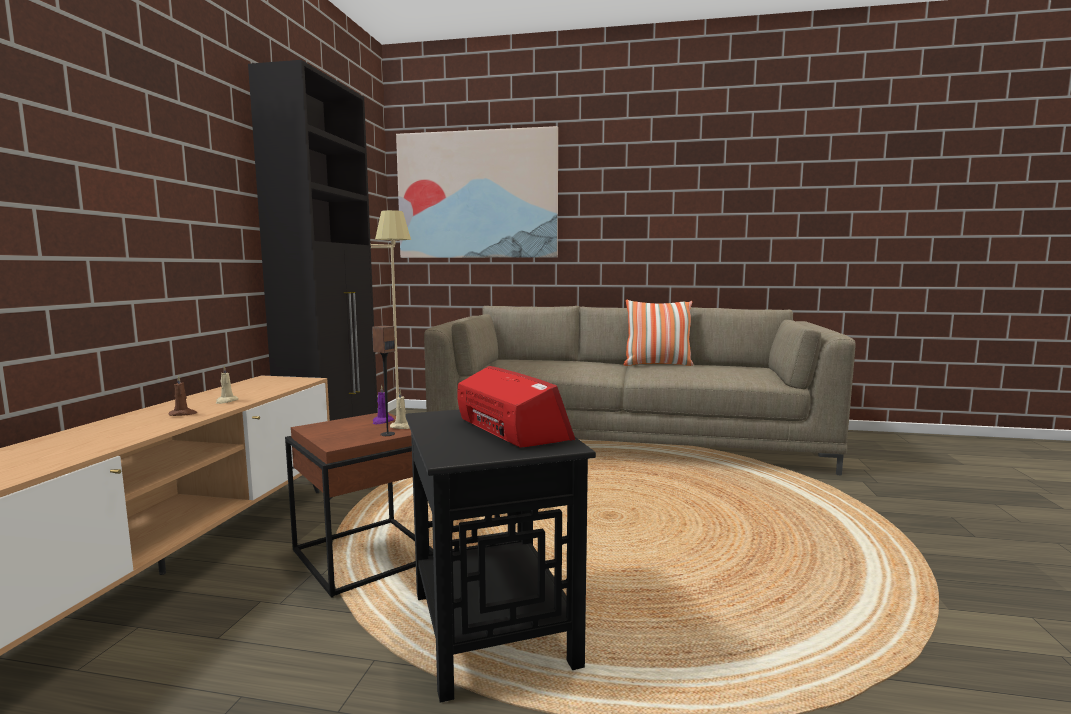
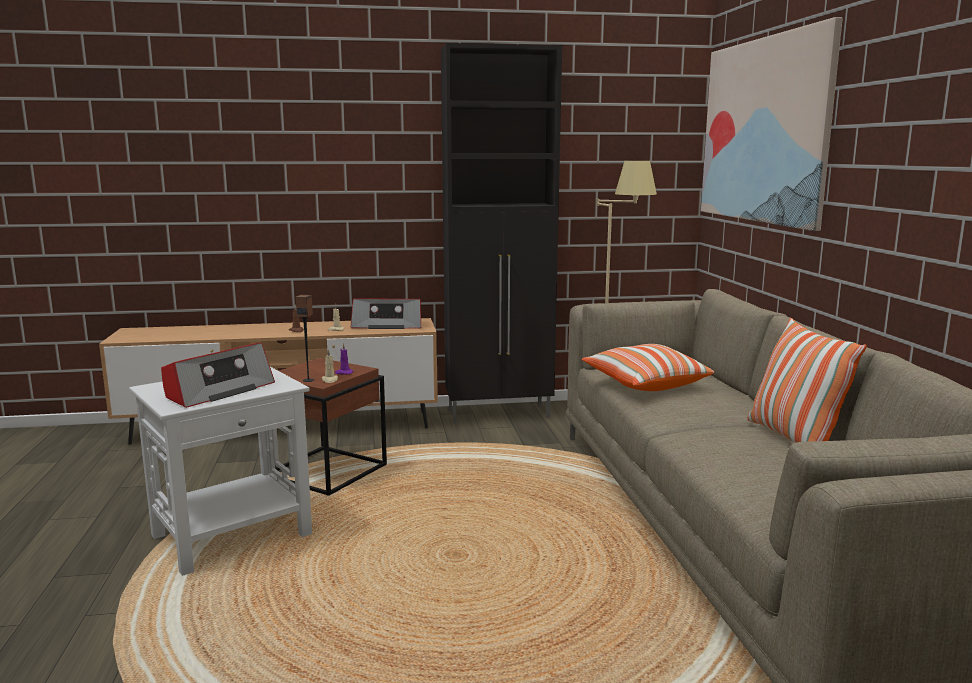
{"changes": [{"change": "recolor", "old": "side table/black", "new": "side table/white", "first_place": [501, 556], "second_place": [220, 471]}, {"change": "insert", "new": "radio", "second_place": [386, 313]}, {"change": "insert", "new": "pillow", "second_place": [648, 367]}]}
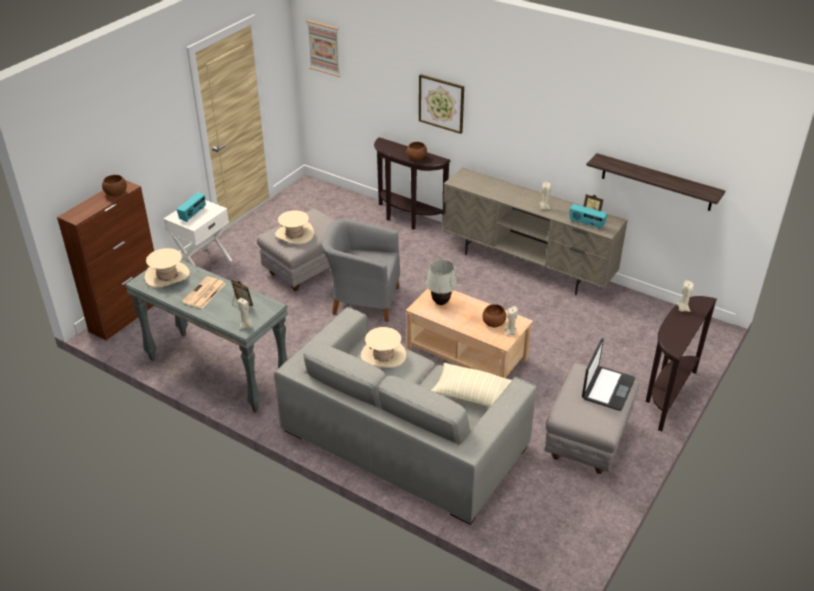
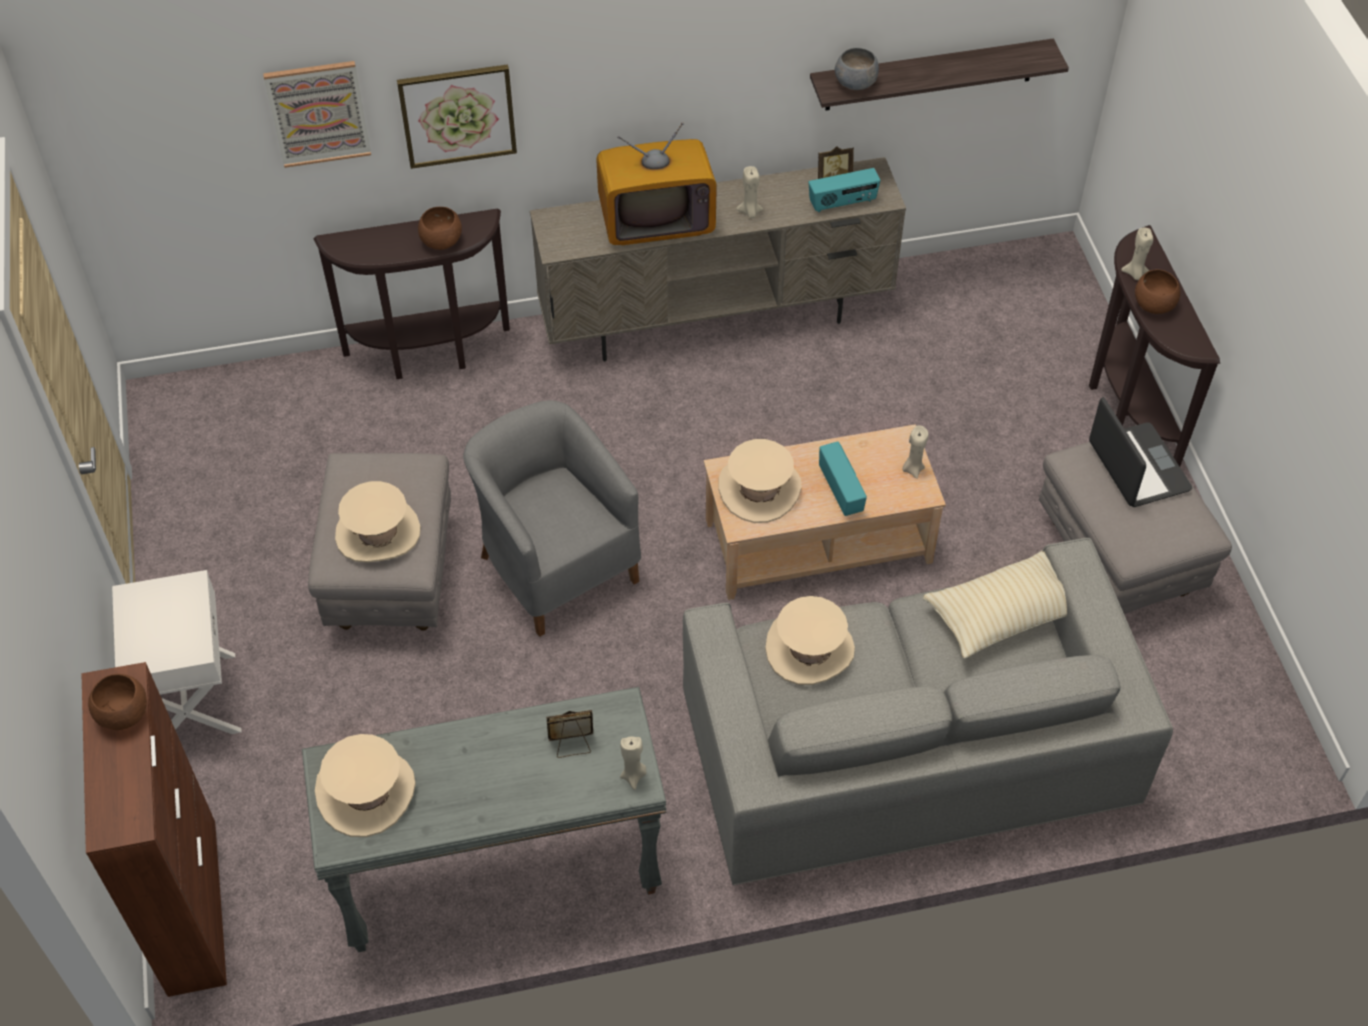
{"changes": [{"change": "move", "old": "radio", "first_place": [191, 207], "second_place": [843, 479]}, {"change": "delete", "old": "newspaper", "first_place": [204, 292]}, {"change": "move", "old": "picture", "first_place": [323, 48], "second_place": [317, 114]}, {"change": "rotate", "old": "armchair/grey", "first_place": [361, 270], "second_place": [552, 518], "degrees": 90}, {"change": "replace", "old": "table lamp/white", "new": "hat/beige", "first_place": [441, 282], "second_place": [760, 481]}, {"change": "move", "old": "bowl/brown", "first_place": [494, 315], "second_place": [1157, 291]}, {"change": "insert", "new": "television", "second_place": [656, 183]}, {"change": "insert", "new": "bowl/grey", "second_place": [857, 69]}]}
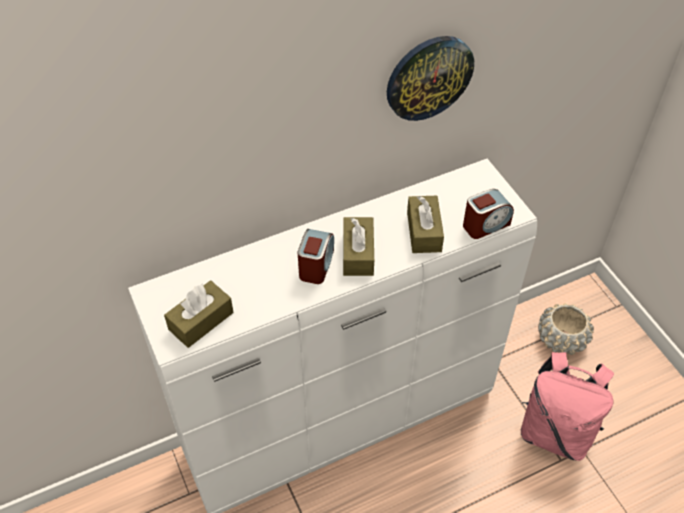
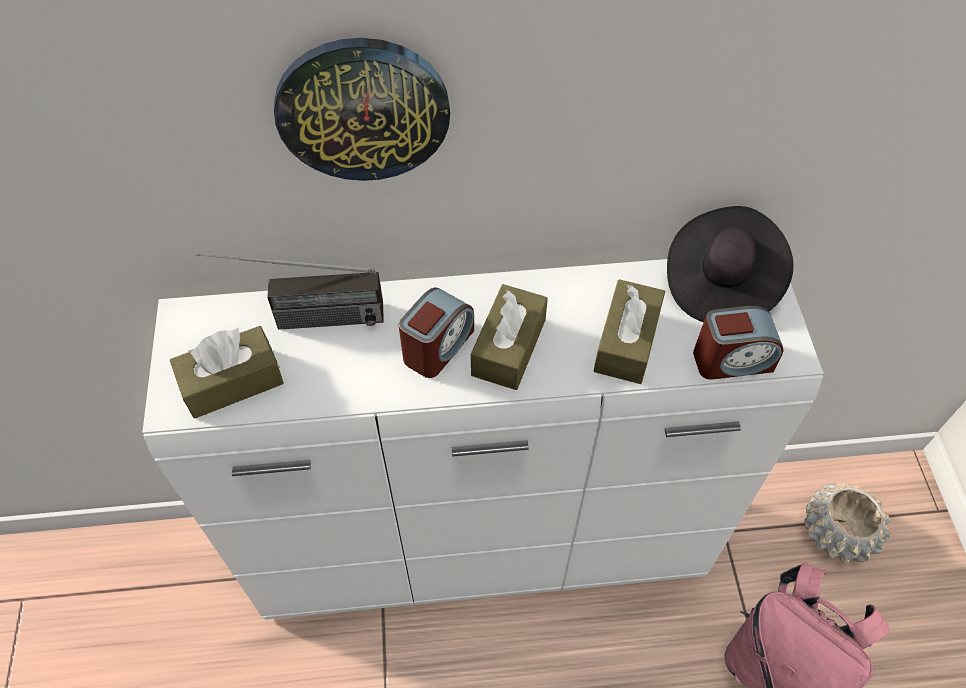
{"changes": [{"change": "move", "old": "wall clock", "first_place": [430, 78], "second_place": [362, 109]}, {"change": "insert", "new": "radio", "second_place": [290, 291]}, {"change": "insert", "new": "hat/black", "second_place": [730, 264]}]}
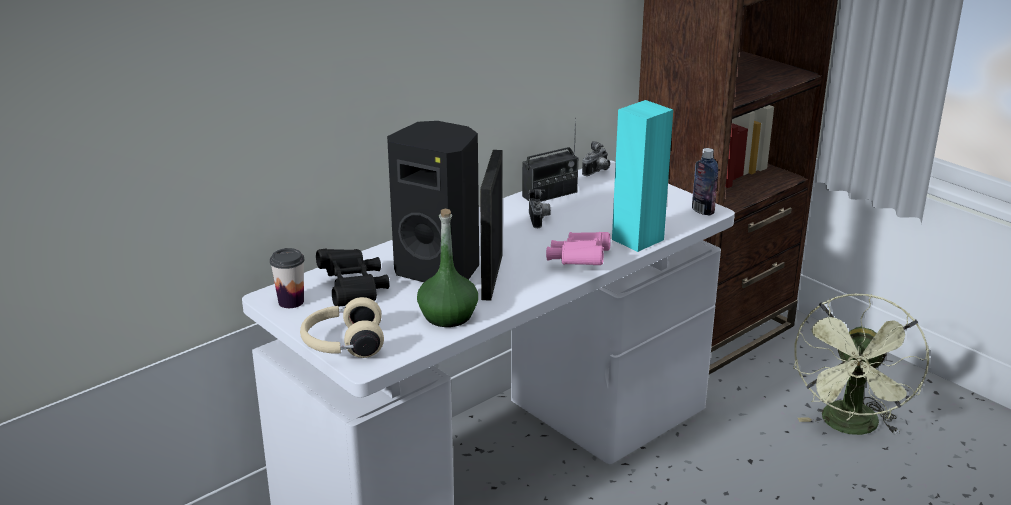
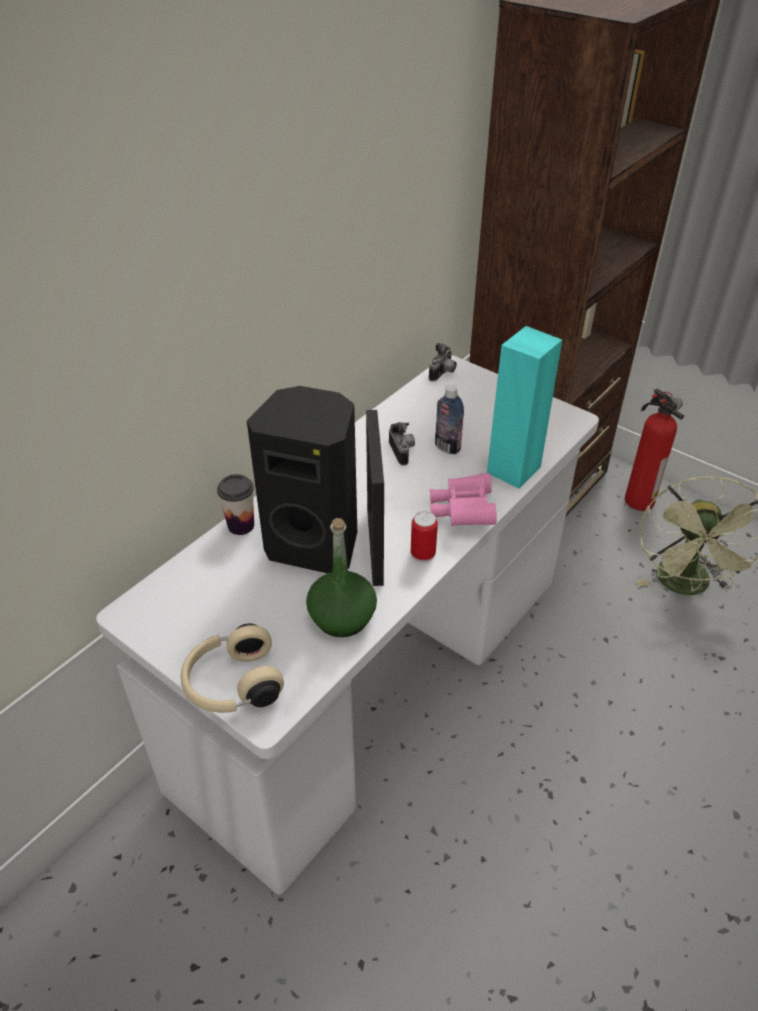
{"changes": [{"change": "move", "old": "cup", "first_place": [287, 278], "second_place": [235, 504]}, {"change": "delete", "old": "binoculars/black", "first_place": [353, 277]}, {"change": "delete", "old": "radio", "first_place": [550, 159]}, {"change": "move", "old": "bottle", "first_place": [705, 181], "second_place": [449, 419]}, {"change": "insert", "new": "can", "second_place": [424, 537]}, {"change": "insert", "new": "fire extinguisher", "second_place": [654, 449]}]}
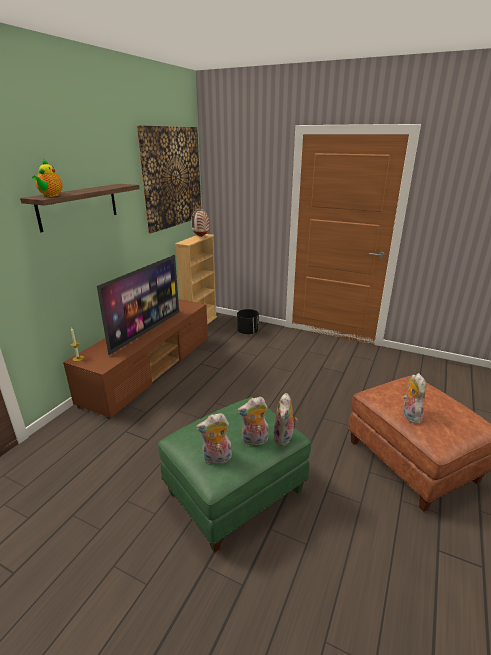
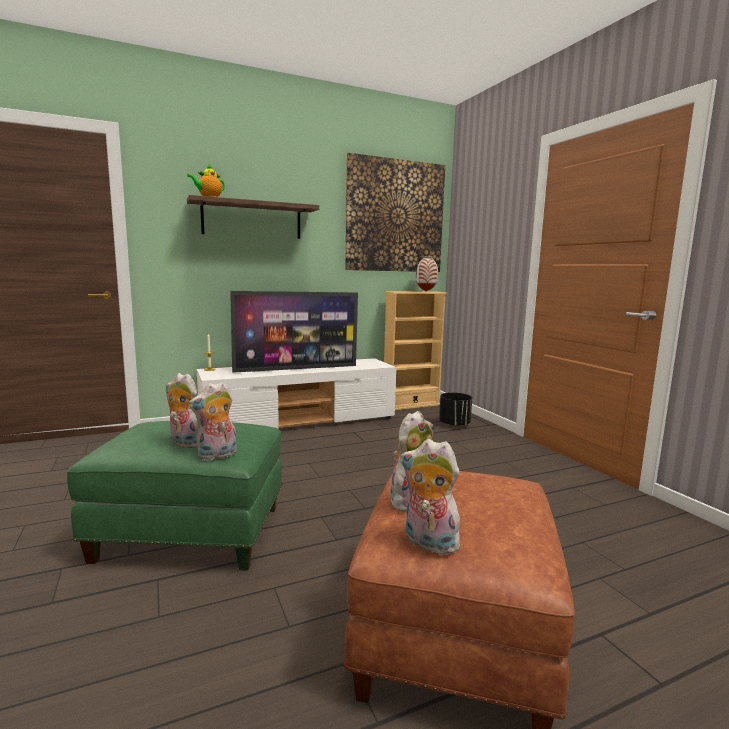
{"changes": [{"change": "recolor", "old": "tv stand/brown", "new": "tv stand/white", "first_place": [135, 359], "second_place": [296, 393]}, {"change": "move", "old": "plush toy", "first_place": [214, 438], "second_place": [430, 497]}]}
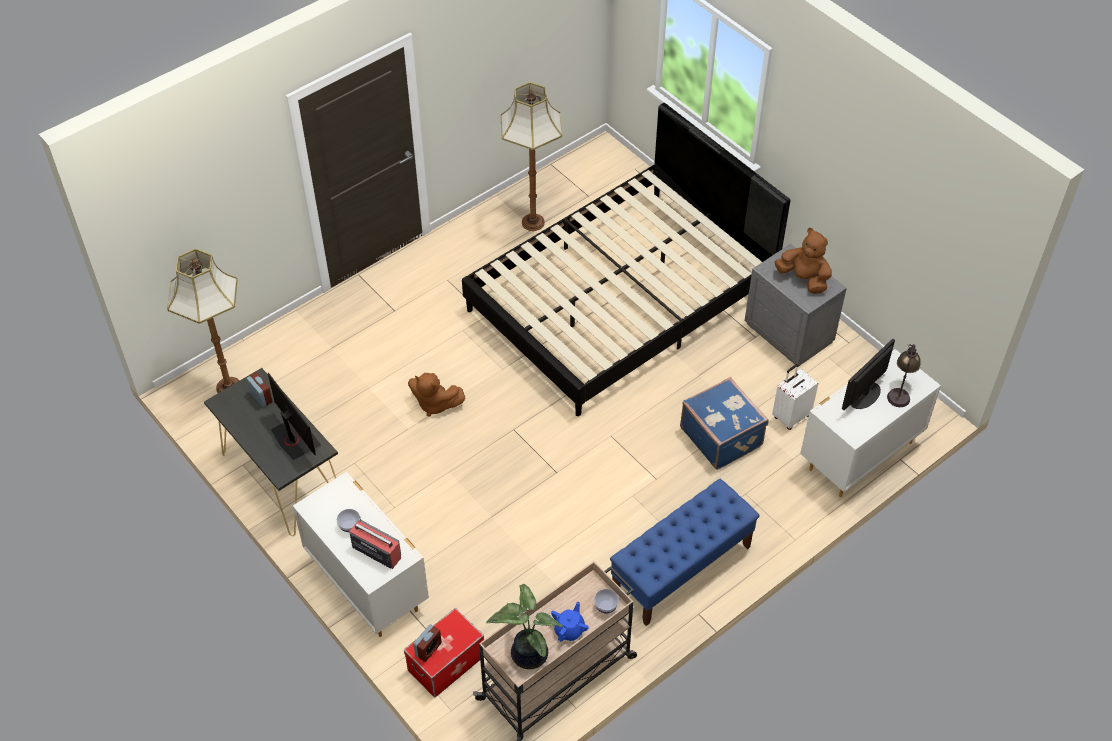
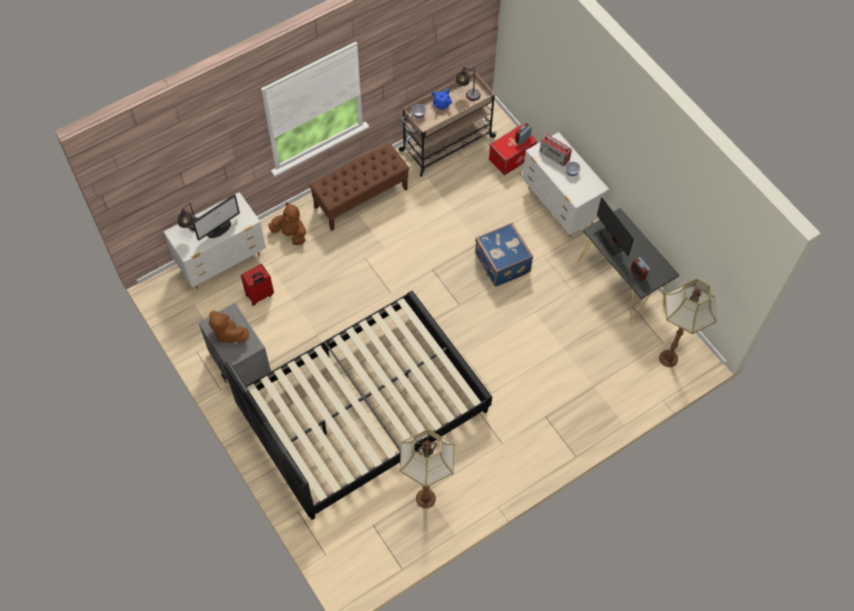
{"changes": [{"change": "move", "old": "plush toy/brown", "first_place": [436, 395], "second_place": [287, 223]}, {"change": "replace", "old": "potted plant", "new": "table lamp", "first_place": [524, 626], "second_place": [468, 84]}, {"change": "recolor", "old": "bench/blue", "new": "bench/brown", "first_place": [685, 552], "second_place": [359, 187]}, {"change": "move", "old": "suitcase/blue", "first_place": [724, 423], "second_place": [504, 255]}, {"change": "recolor", "old": "suitcase/white", "new": "suitcase/red", "first_place": [795, 397], "second_place": [257, 285]}]}
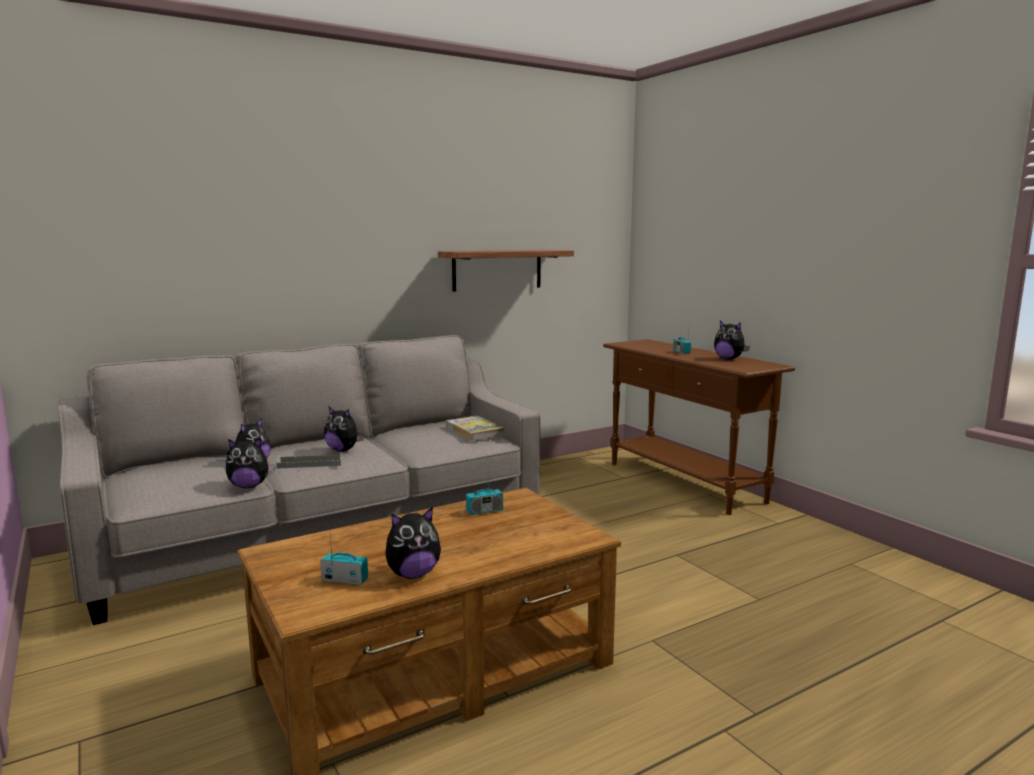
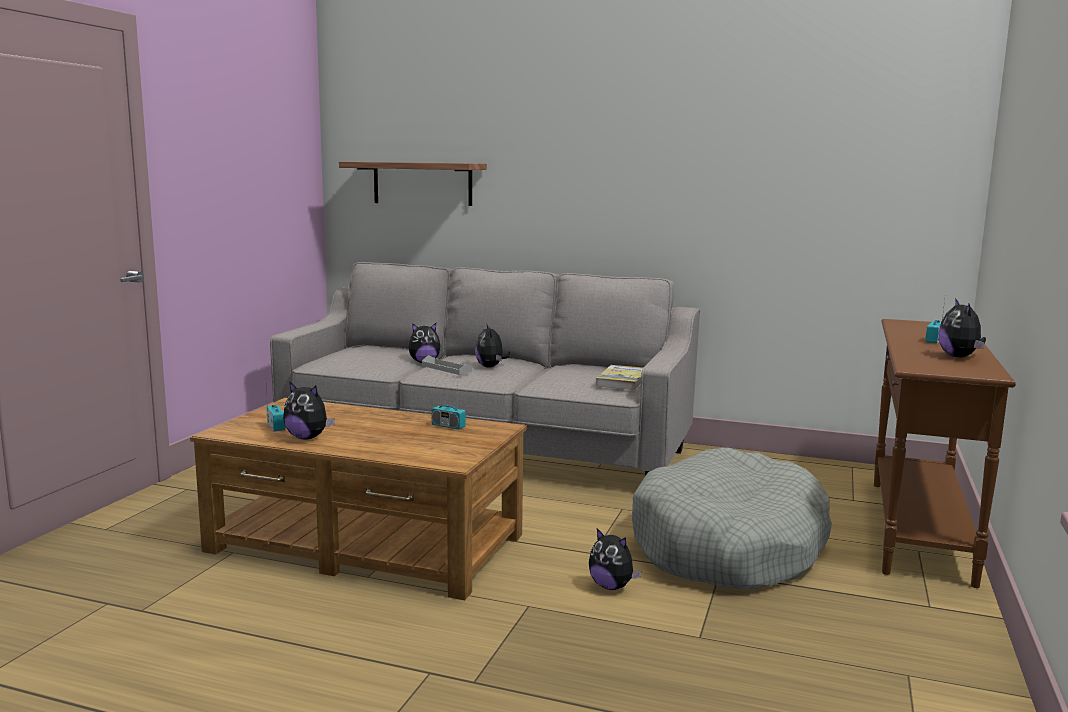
{"changes": [{"change": "move", "old": "plush toy", "first_place": [250, 463], "second_place": [615, 559]}, {"change": "move", "old": "shelf", "first_place": [506, 271], "second_place": [413, 183]}, {"change": "insert", "new": "dog bed/grey", "second_place": [732, 518]}]}
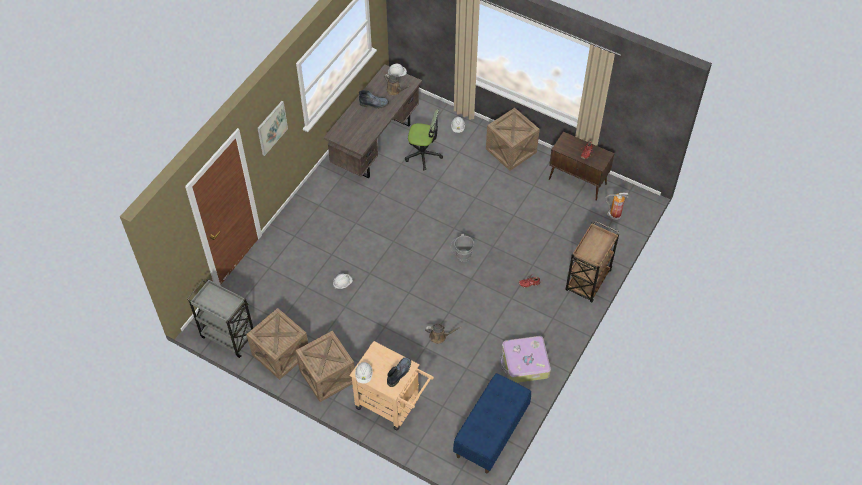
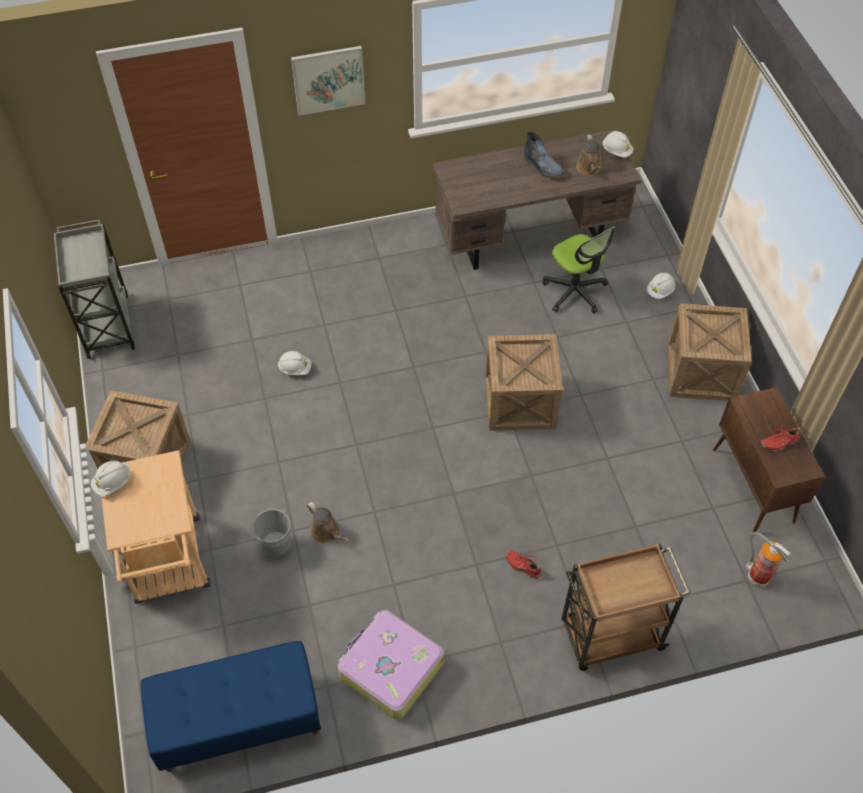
{"changes": [{"change": "move", "old": "crate", "first_place": [277, 344], "second_place": [524, 382]}, {"change": "delete", "old": "boot", "first_place": [399, 372]}, {"change": "move", "old": "bucket/grey", "first_place": [462, 248], "second_place": [269, 532]}]}
